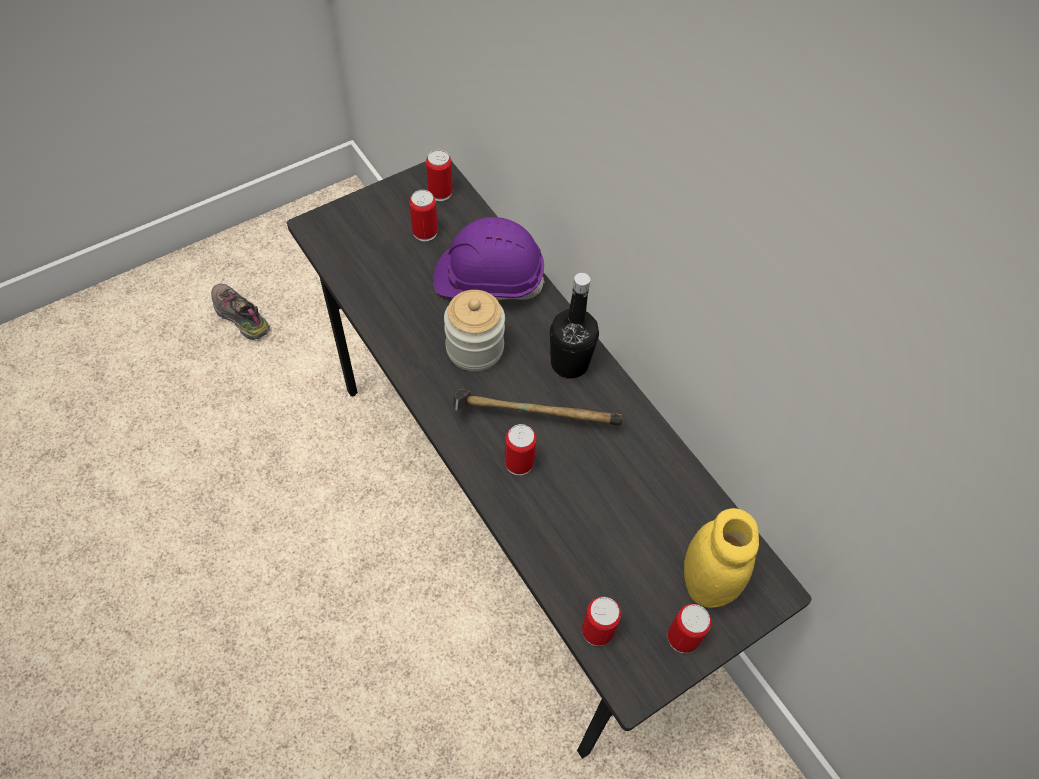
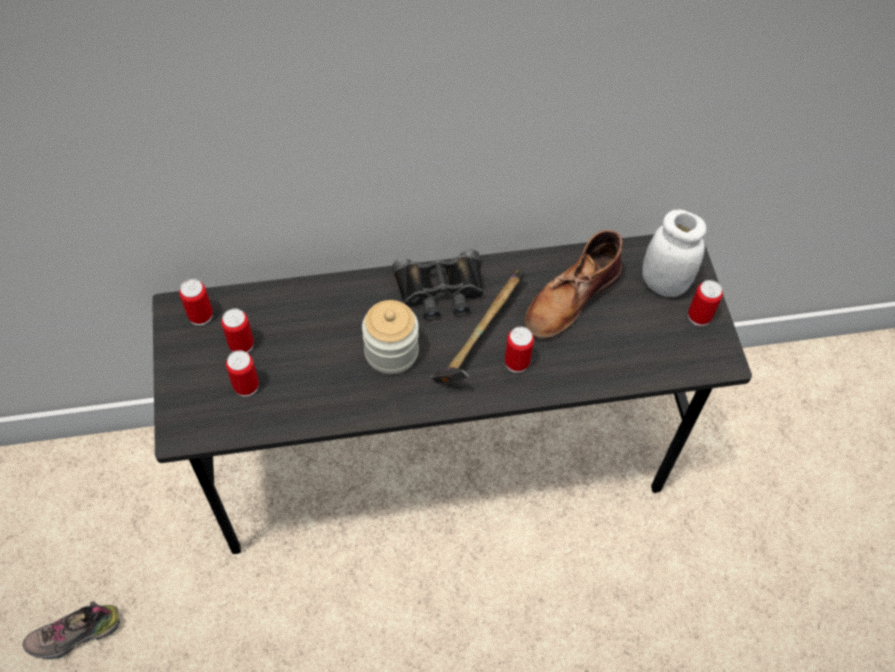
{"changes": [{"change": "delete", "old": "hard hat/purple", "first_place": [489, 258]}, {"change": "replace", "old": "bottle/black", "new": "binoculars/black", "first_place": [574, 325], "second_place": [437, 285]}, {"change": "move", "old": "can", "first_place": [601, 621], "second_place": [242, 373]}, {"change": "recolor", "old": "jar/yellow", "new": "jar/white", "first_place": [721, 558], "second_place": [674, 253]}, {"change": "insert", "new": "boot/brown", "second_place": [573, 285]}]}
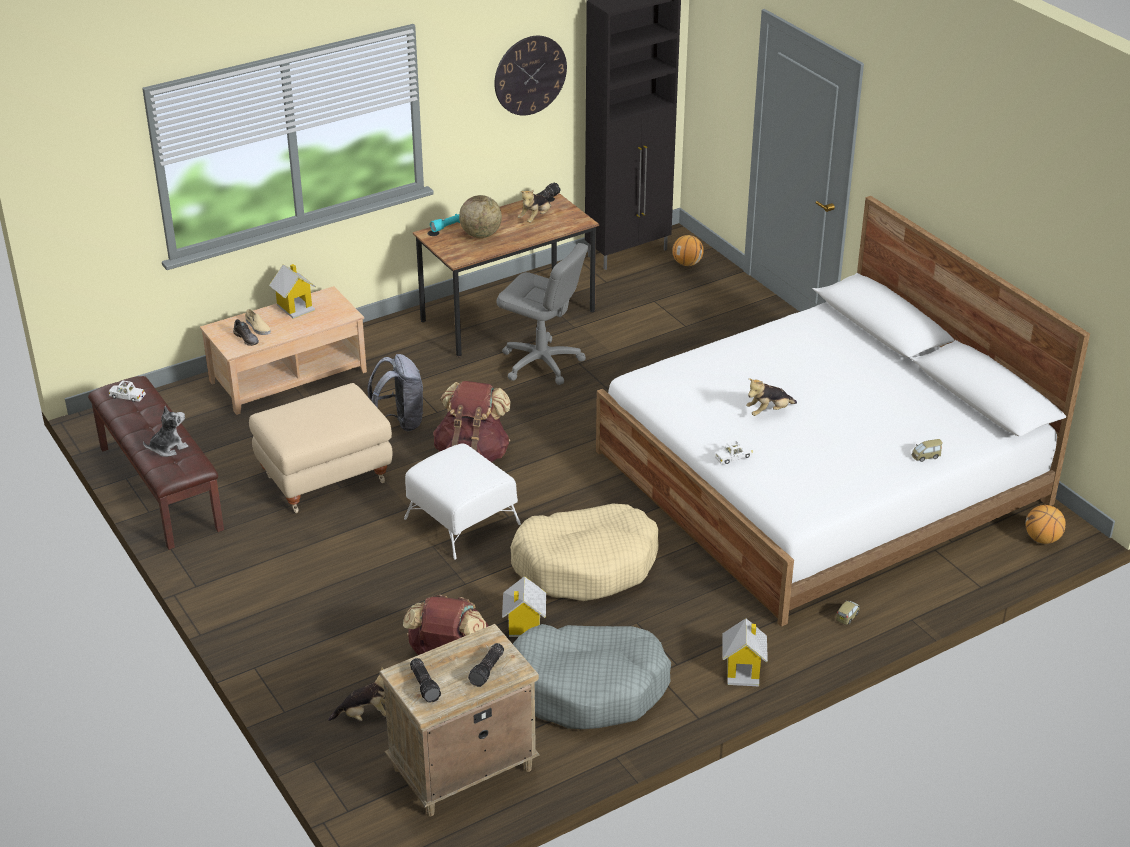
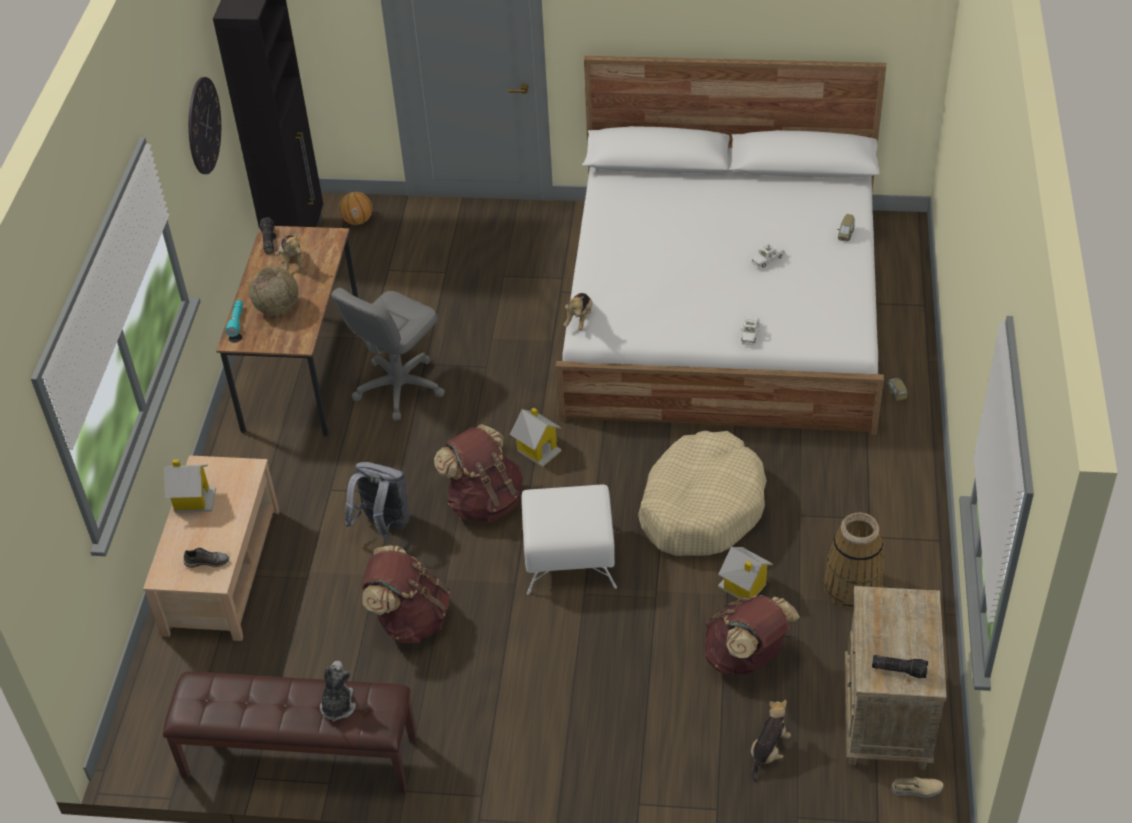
{"changes": [{"change": "move", "old": "toy car/white", "first_place": [127, 391], "second_place": [768, 255]}, {"change": "move", "old": "shoe/beige", "first_place": [258, 322], "second_place": [918, 786]}, {"change": "replace", "old": "ottoman/beige", "new": "backpack/brown", "first_place": [320, 448], "second_place": [406, 594]}, {"change": "delete", "old": "flashlight", "first_place": [486, 665]}, {"change": "rotate", "old": "office chair/grey", "first_place": [542, 314], "second_place": [388, 354], "degrees": 150}, {"change": "replace", "old": "dog bed/grey", "new": "basket", "first_place": [592, 676], "second_place": [854, 561]}, {"change": "move", "old": "toy house", "first_place": [745, 652], "second_place": [535, 437]}, {"change": "move", "old": "plush toy", "first_place": [771, 397], "second_place": [578, 311]}, {"change": "delete", "old": "basketball", "first_place": [1045, 524]}]}
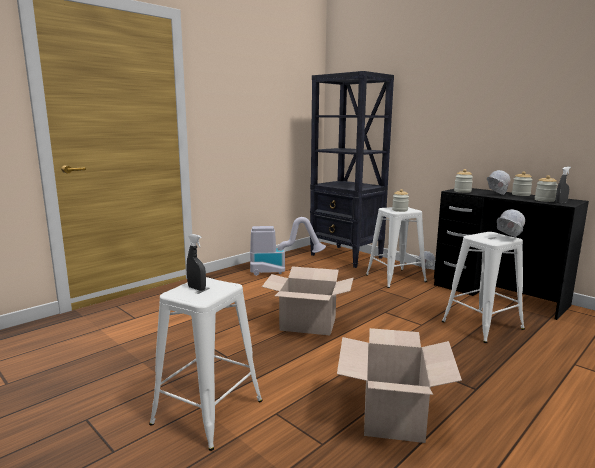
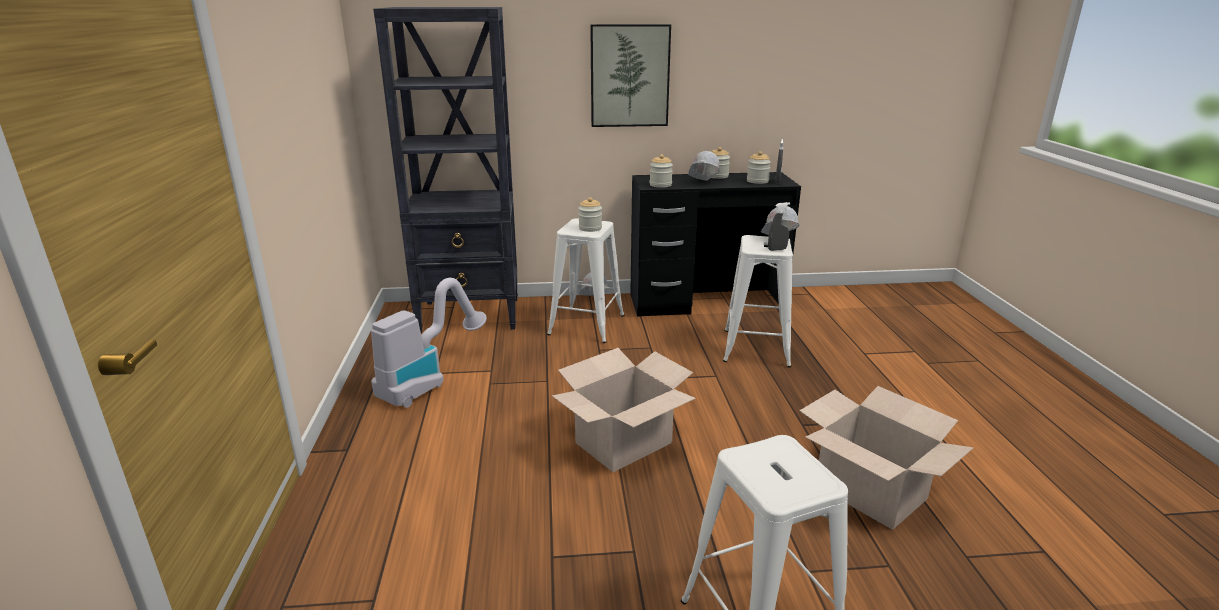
{"changes": [{"change": "move", "old": "spray bottle/grey", "first_place": [196, 262], "second_place": [779, 226]}, {"change": "insert", "new": "picture", "second_place": [630, 75]}]}
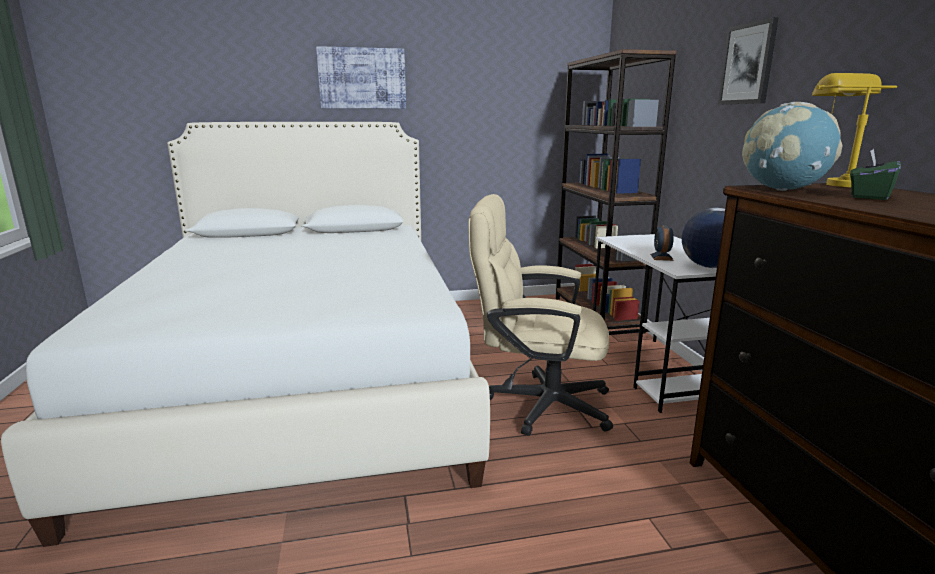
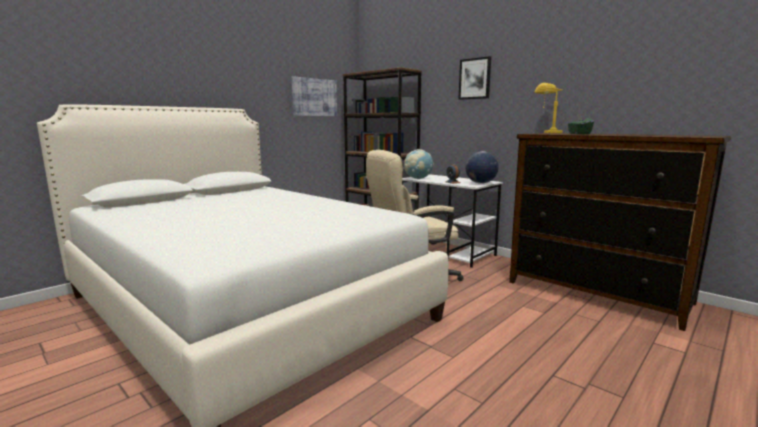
{"changes": [{"change": "move", "old": "picture", "first_place": [361, 77], "second_place": [314, 96]}, {"change": "move", "old": "globe", "first_place": [792, 146], "second_place": [419, 164]}]}
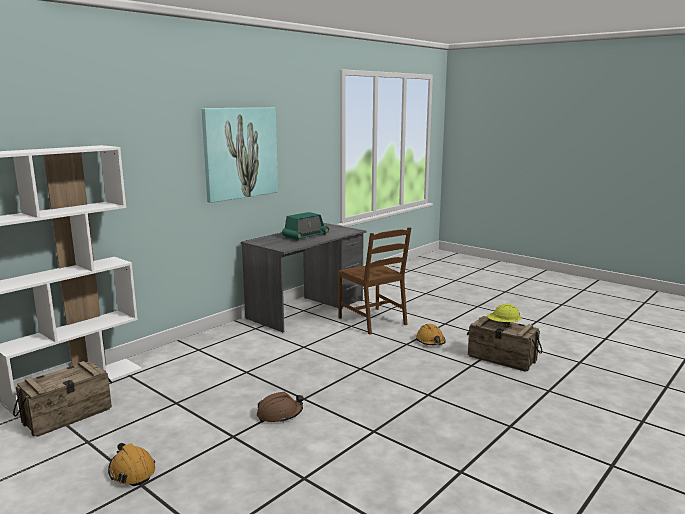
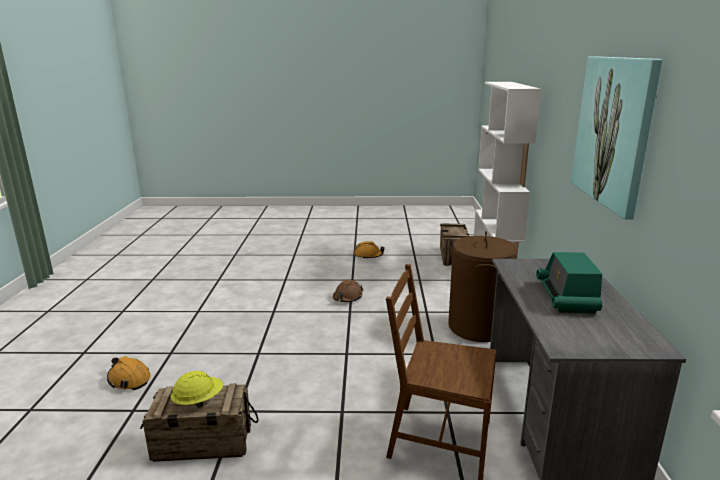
{"changes": [{"change": "move", "old": "hard hat/orange", "first_place": [431, 334], "second_place": [129, 373]}, {"change": "insert", "new": "laundry basket/brown", "second_place": [483, 286]}]}
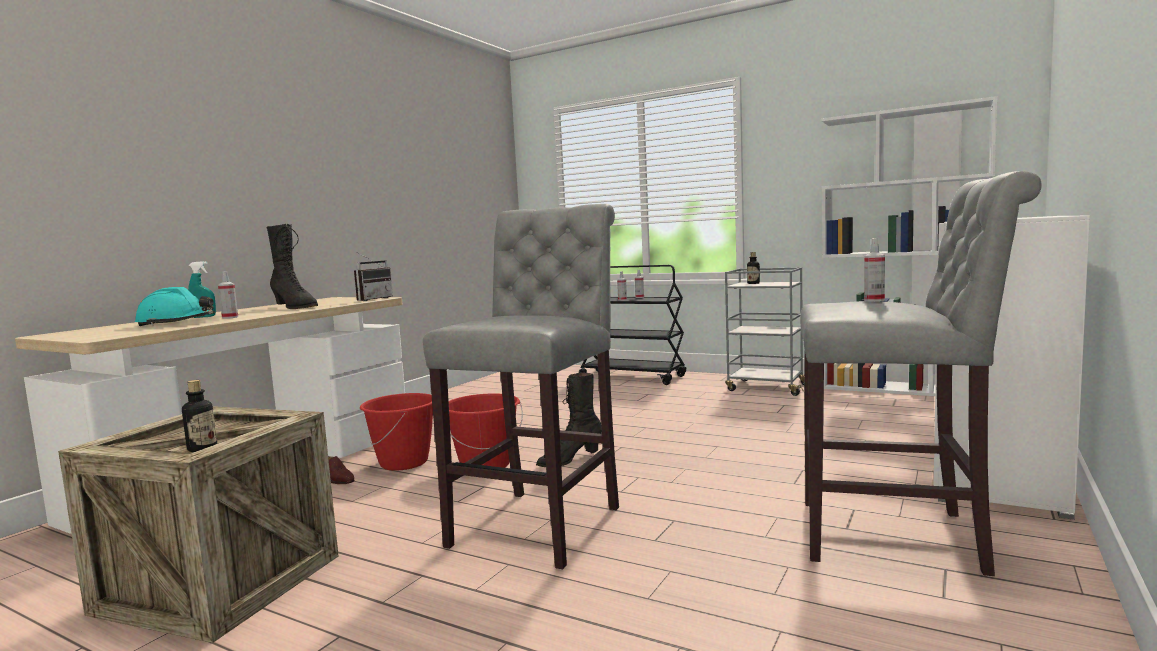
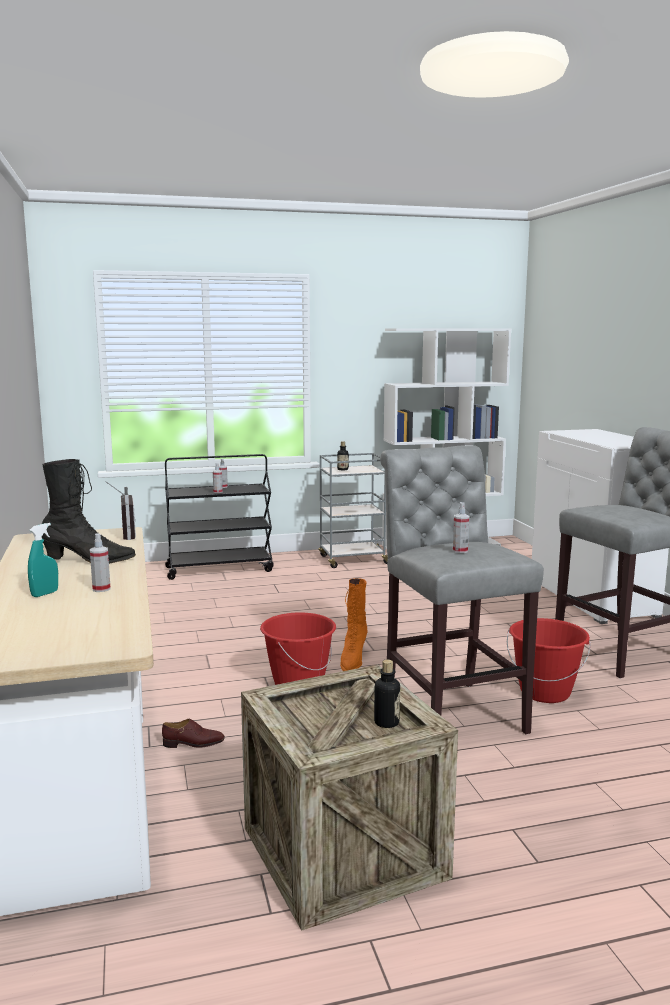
{"changes": [{"change": "delete", "old": "hard hat/turquoise", "first_place": [175, 306]}, {"change": "move", "old": "bucket/red", "first_place": [396, 432], "second_place": [549, 660]}, {"change": "recolor", "old": "boot/black", "new": "boot/orange", "first_place": [569, 420], "second_place": [353, 624]}, {"change": "move", "old": "spray bottle", "first_place": [874, 270], "second_place": [461, 527]}]}
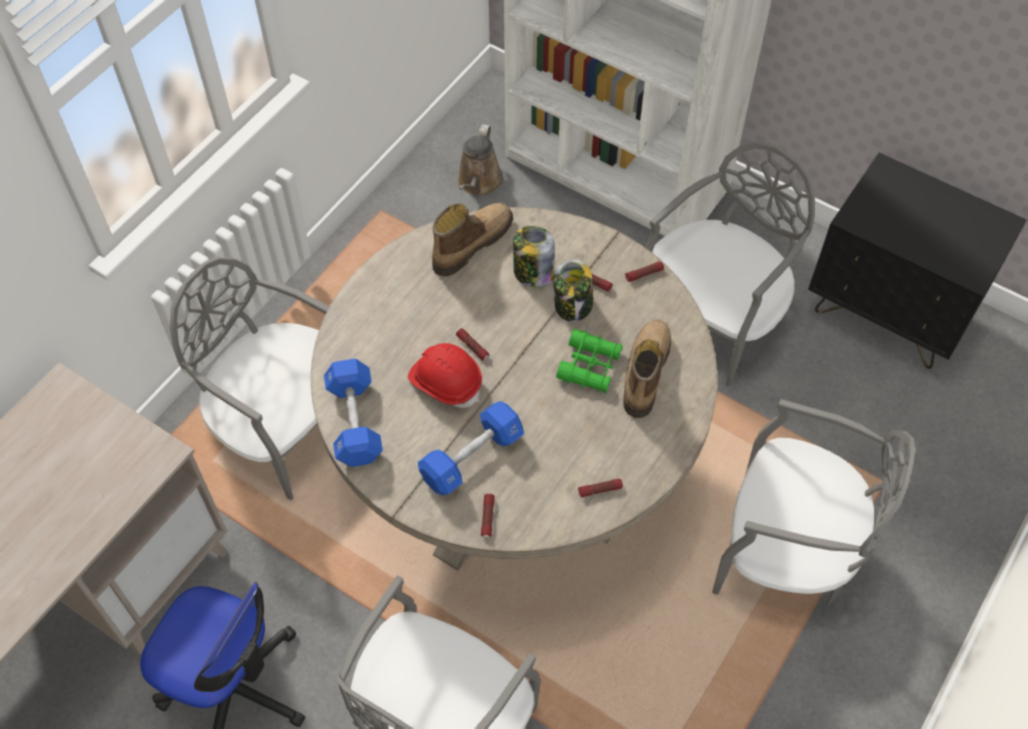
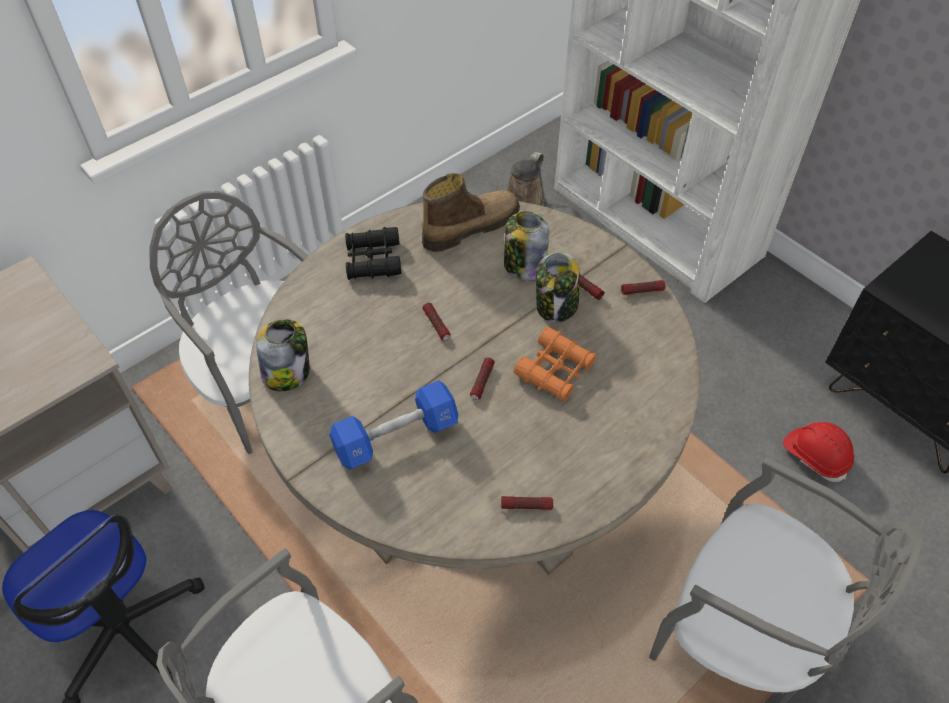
{"changes": [{"change": "replace", "old": "dumbbell/blue", "new": "jar", "first_place": [353, 413], "second_place": [283, 355]}, {"change": "move", "old": "hard hat/red", "first_place": [445, 375], "second_place": [818, 452]}, {"change": "move", "old": "flashlight", "first_place": [488, 516], "second_place": [482, 378]}, {"change": "recolor", "old": "binoculars/green", "new": "binoculars/orange", "first_place": [589, 361], "second_place": [555, 364]}, {"change": "delete", "old": "boot", "first_place": [647, 369]}, {"change": "delete", "old": "chair/grey", "first_place": [730, 264]}, {"change": "insert", "new": "binoculars/black", "second_place": [373, 253]}]}
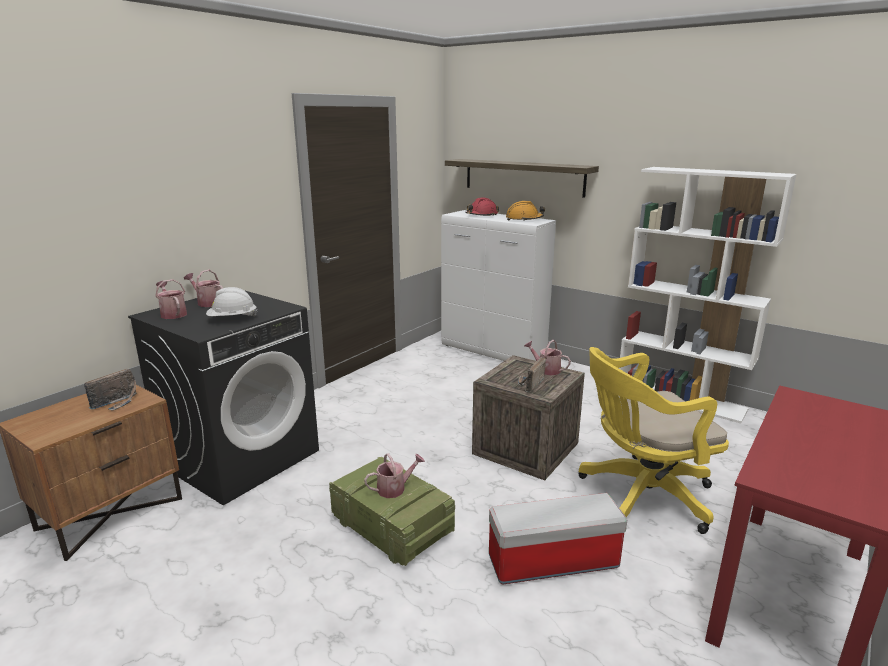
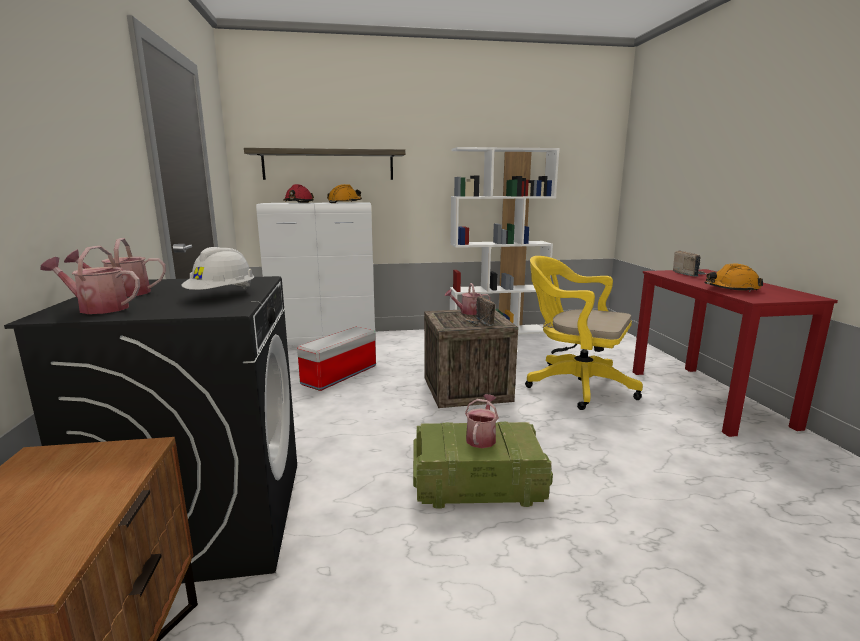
{"changes": [{"change": "move", "old": "radio", "first_place": [110, 389], "second_place": [690, 264]}, {"change": "move", "old": "storage box", "first_place": [558, 538], "second_place": [336, 359]}, {"change": "rotate", "old": "office chair/yellow", "first_place": [653, 440], "second_place": [584, 333], "degrees": 90}, {"change": "insert", "new": "hard hat/orange", "second_place": [733, 277]}]}
